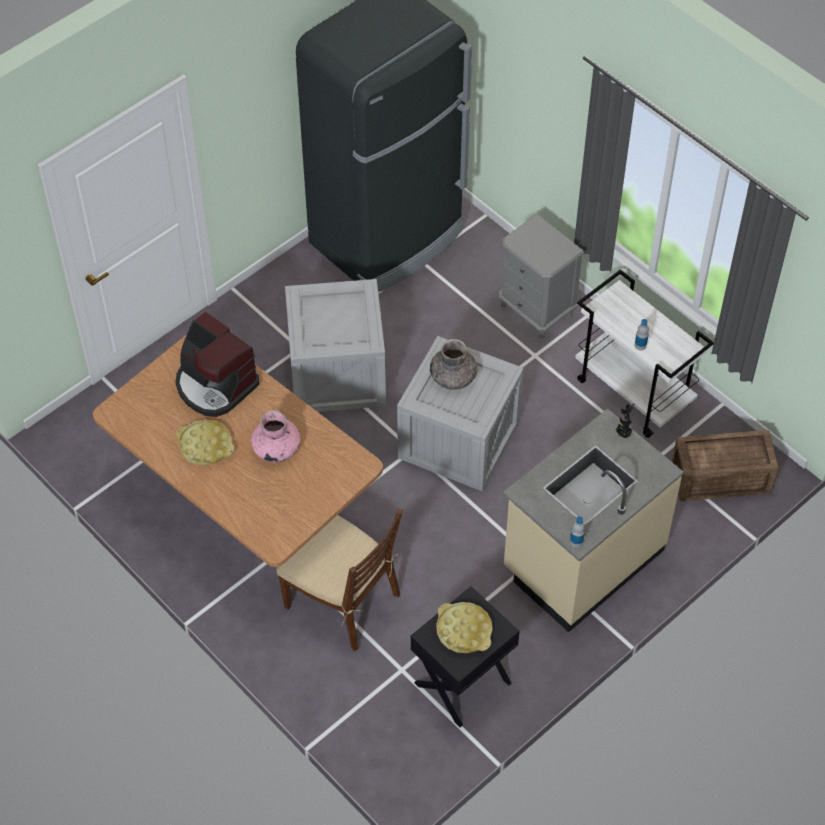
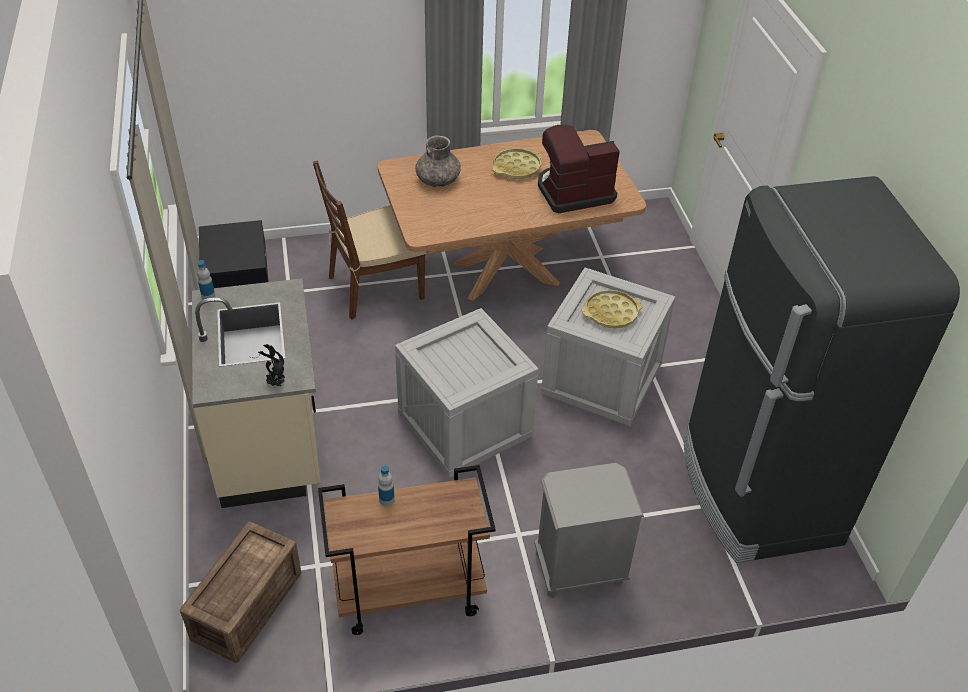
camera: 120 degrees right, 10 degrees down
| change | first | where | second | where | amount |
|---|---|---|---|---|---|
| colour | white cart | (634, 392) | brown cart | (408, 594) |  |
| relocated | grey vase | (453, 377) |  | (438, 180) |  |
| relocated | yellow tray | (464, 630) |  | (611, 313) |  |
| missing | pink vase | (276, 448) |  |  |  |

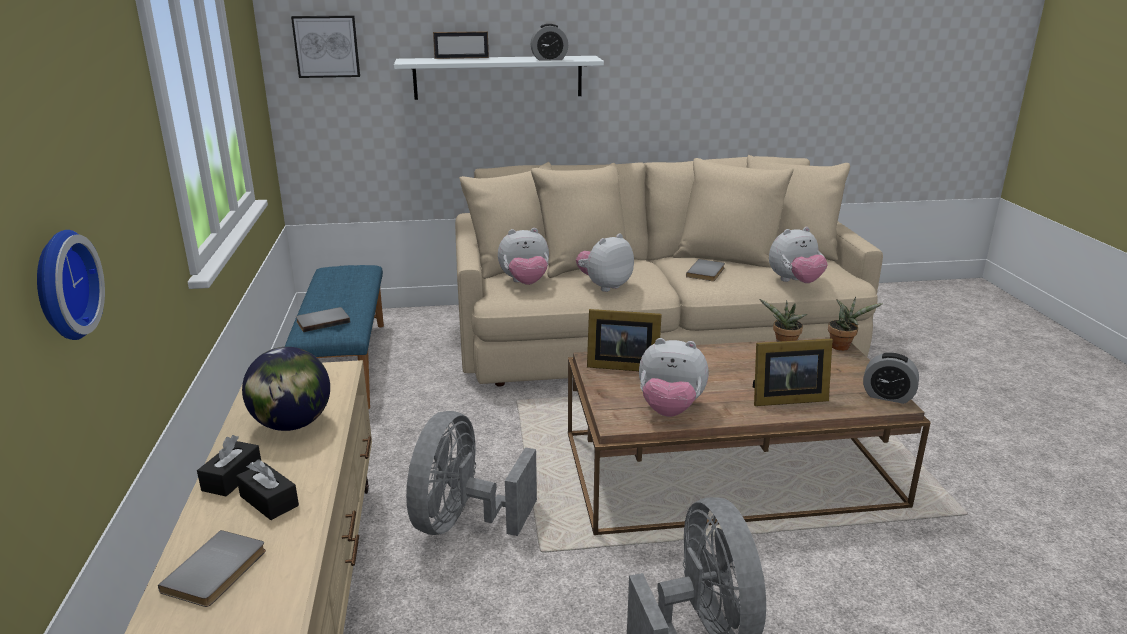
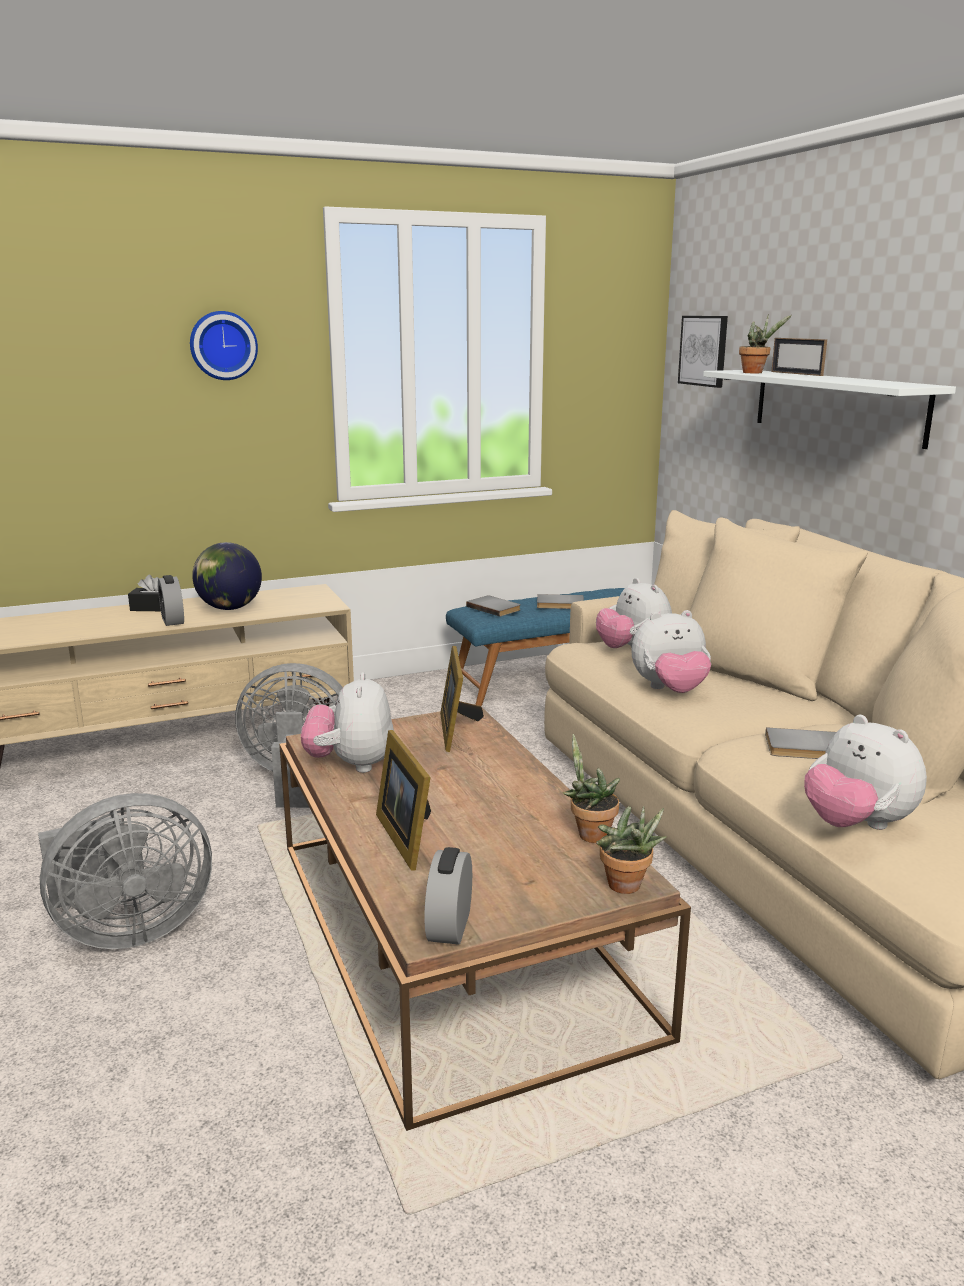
camera: 75 degrees right, 5 degrees down
| change | first | where | second | where | amount |
|---|---|---|---|---|---|
| relocated | alarm clock | (549, 59) |  | (172, 620) |  |
| relocated | wall clock | (60, 285) |  | (223, 345) |  |
| relocated | grey book | (218, 571) |  | (560, 604) |  |
| spun | plush toy | (604, 286) |  | (670, 690) | 135 degrees clockwise |
| appeared |  |  | potted plant | (755, 373) |  |
| missing | black tissue box | (269, 501) |  |  |  |

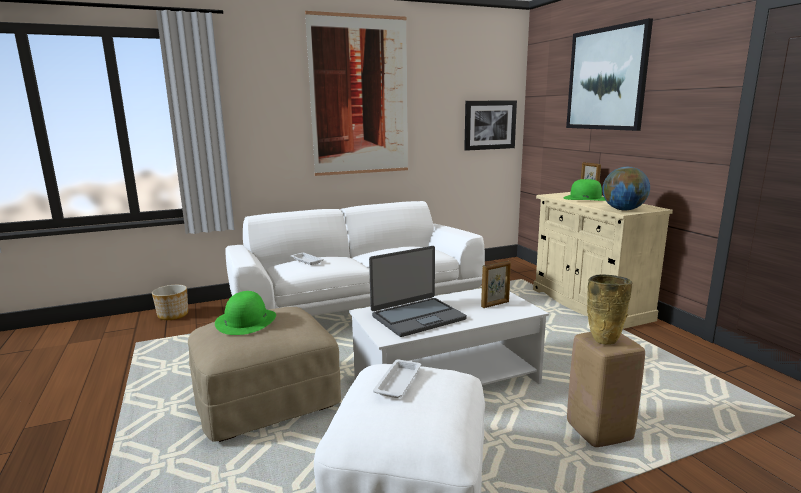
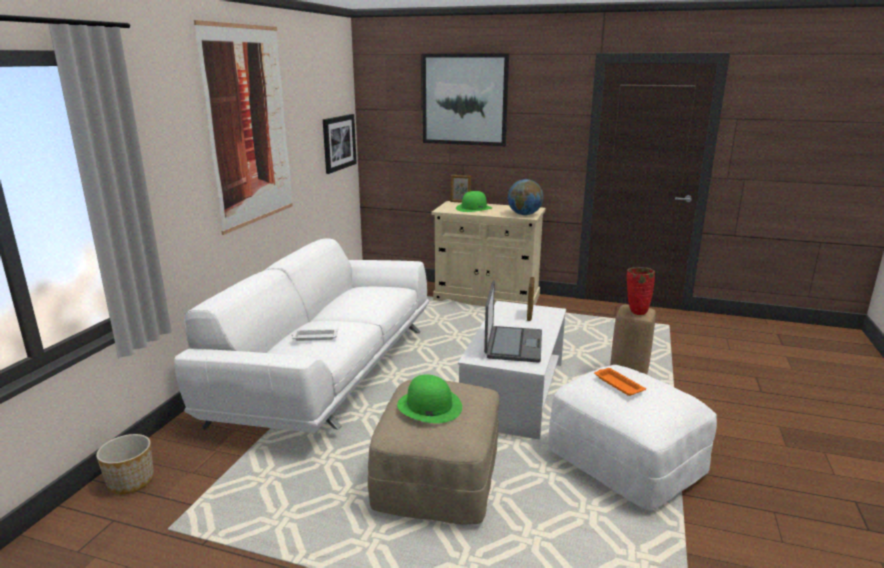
camera: 50 degrees left, 5 degrees up
| change | first | where | second | where | amount |
|---|---|---|---|---|---|
| colour | white tray | (398, 381) | orange tray | (618, 384) |  |
| colour | beige vase | (604, 339) | red vase | (636, 312) |  |

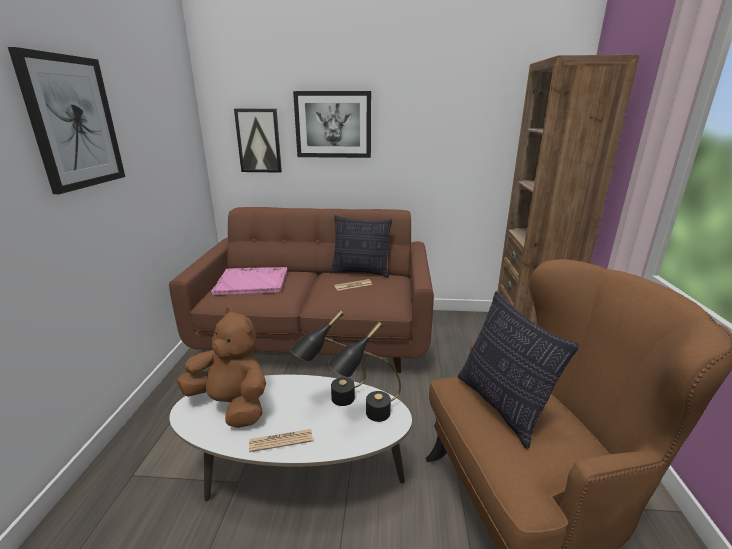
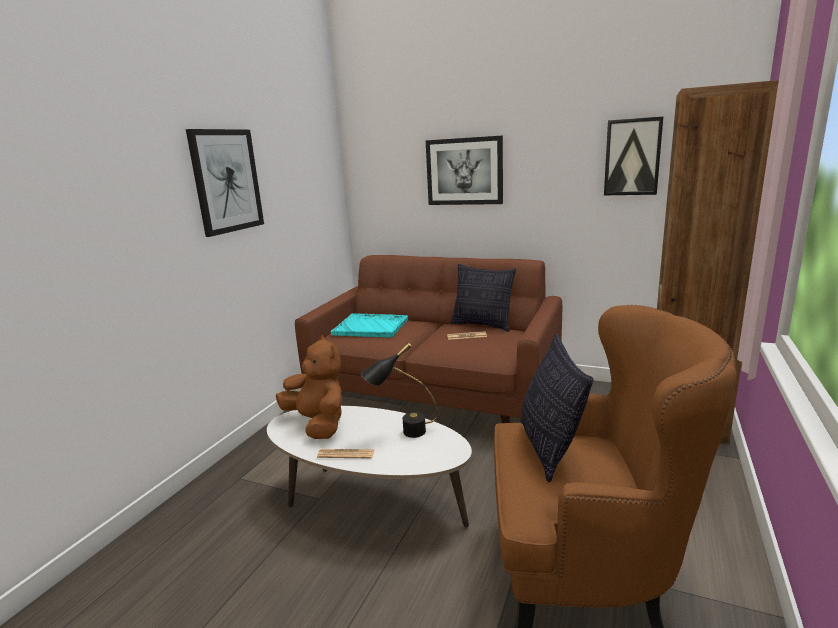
camera: 20 degrees right, 5 degrees down
| change | first | where | second | where | amount |
|---|---|---|---|---|---|
| colour | pink tray | (253, 282) | turquoise tray | (371, 327) |  |
| relocated | picture | (259, 141) |  | (632, 157) |  |
| missing | black table lamp | (367, 417) |  |  |  |

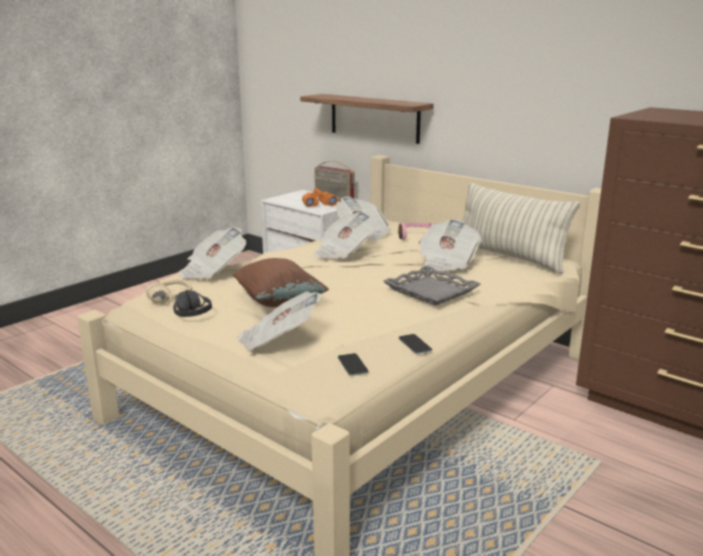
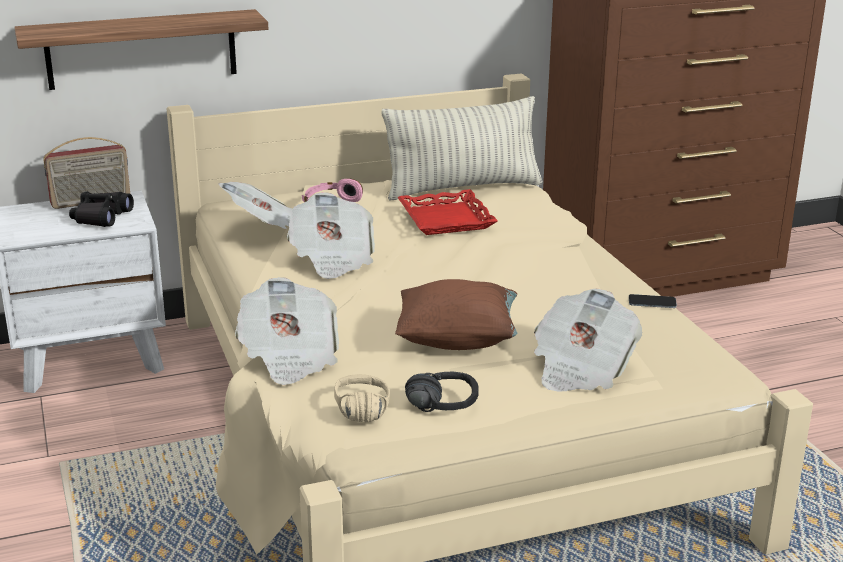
camera: 60 degrees left, 5 degrees up
| change | first | where | second | where | amount |
|---|---|---|---|---|---|
| colour | orange binoculars | (318, 204) | black binoculars | (101, 217) |  |
| exchanged | newspaper | (446, 263) | red tray | (447, 219) |  |
| missing | phone | (352, 365) |  |  |  |
| missing | grey tray | (431, 291) |  |  |  |

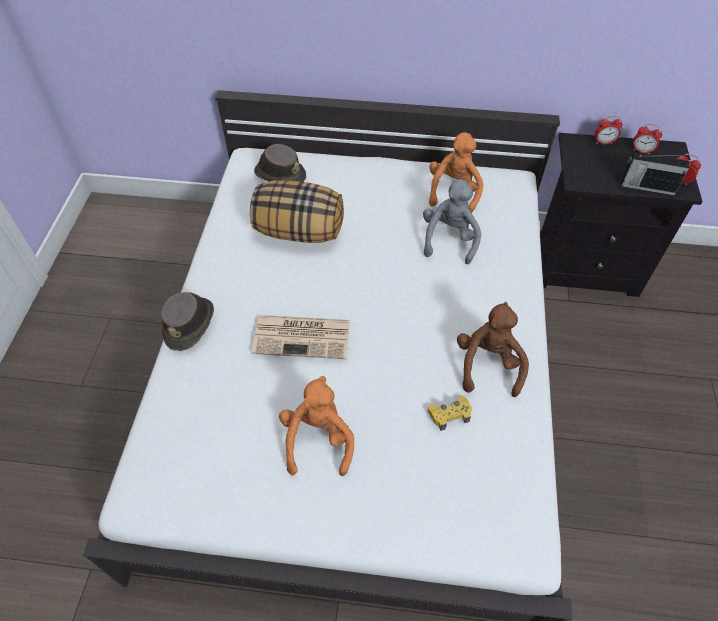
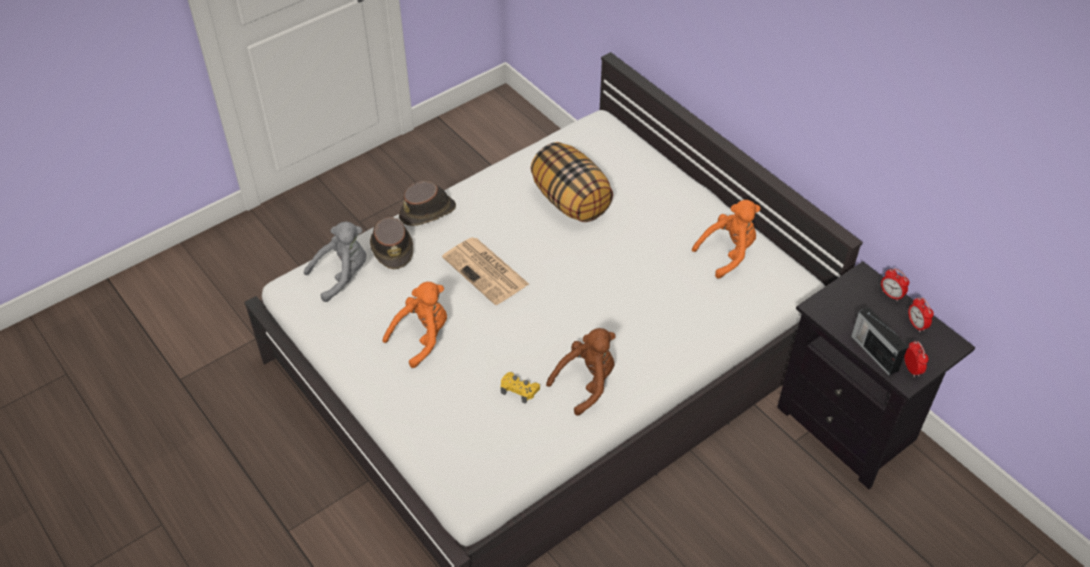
camera: 45 degrees right, 5 degrees down
| change | first | where | second | where | amount |
|---|---|---|---|---|---|
| relocated | grey plush toy | (449, 239) |  | (342, 275) |  |
| relocated | brown hat | (279, 174) |  | (392, 248) |  |

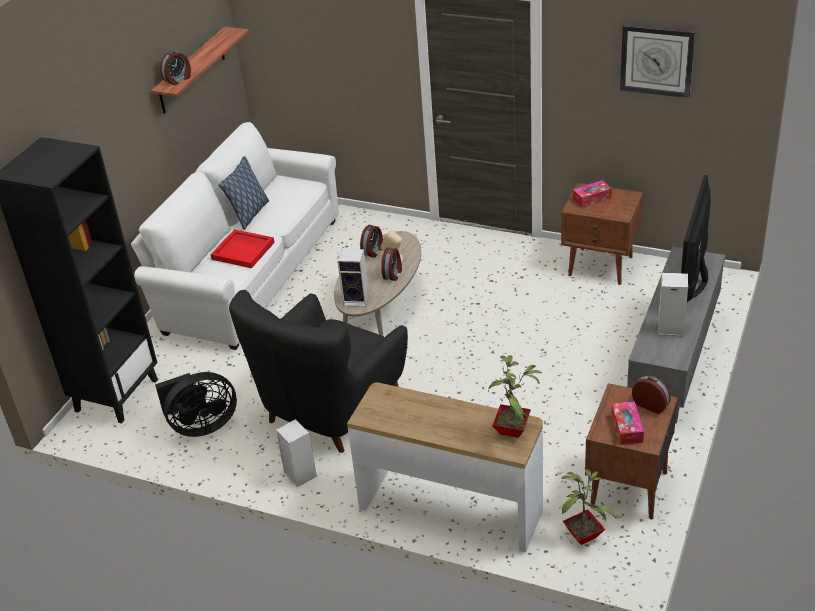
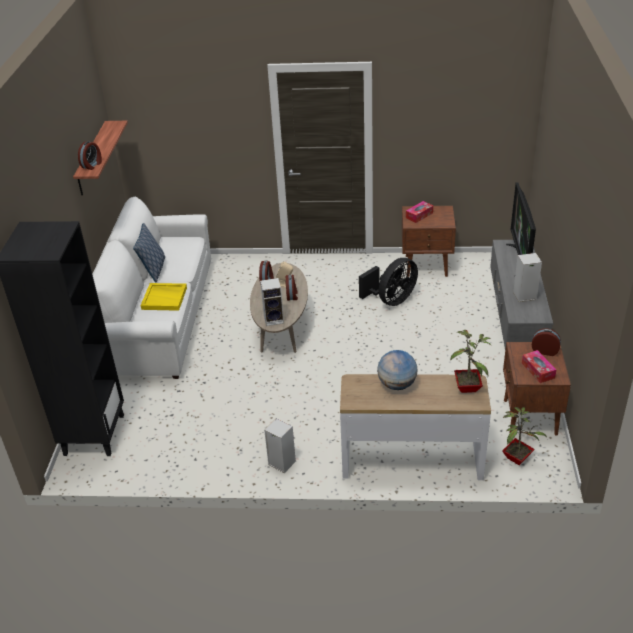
camera: 20 degrees left, 0 degrees up
| change | first | where | second | where | amount |
|---|---|---|---|---|---|
| colour | red tray | (243, 251) | yellow tray | (165, 298) |  |
| relocated | black fan | (201, 426) |  | (391, 300) |  |
| appeared |  |  | globe | (397, 384) |  |
| missing | black armchair | (331, 409) |  |  |  |
| missing | wall clock | (657, 60) |  |  |  |

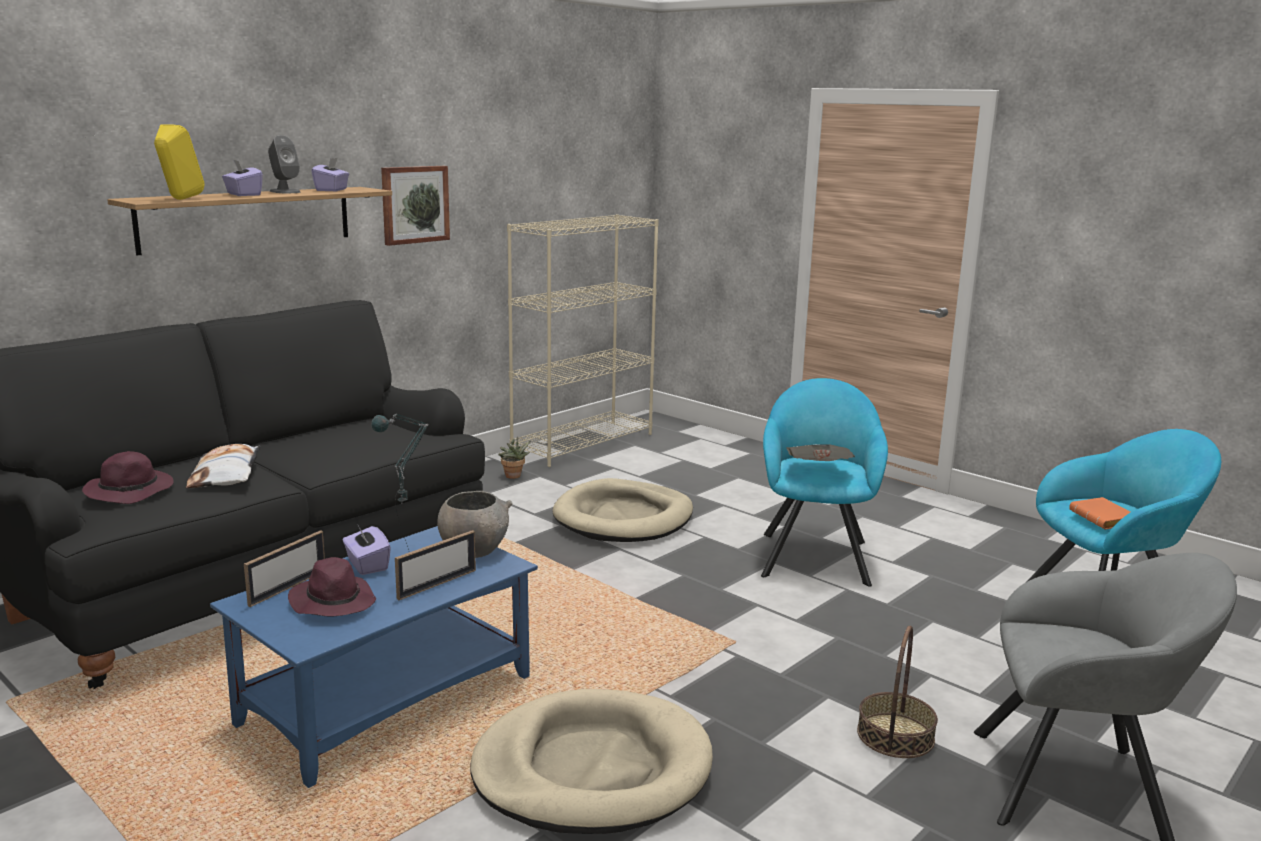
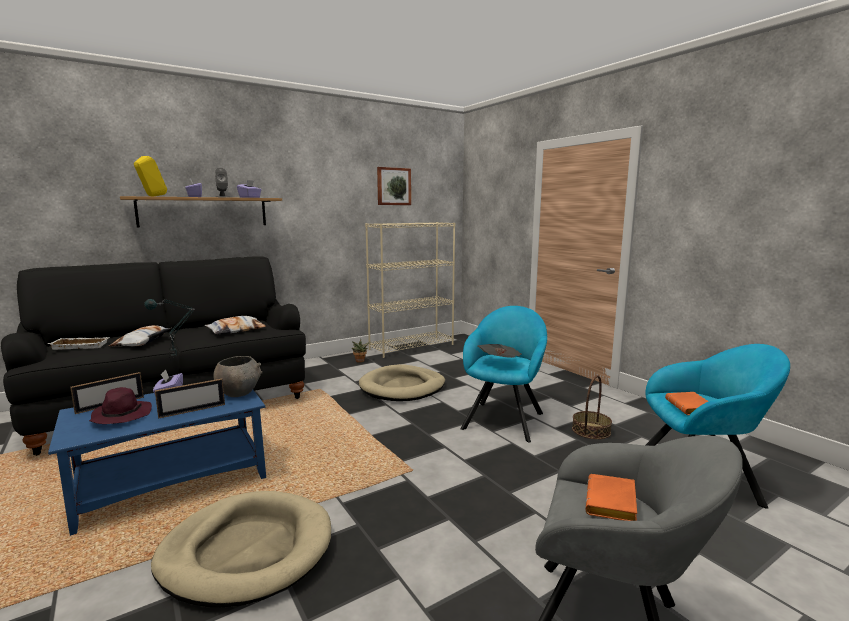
camera: 15 degrees right, 5 degrees down
| change | first | where | second | where | amount |
|---|---|---|---|---|---|
| exchanged | purple hat | (131, 491) | white tray | (82, 346) |  |
| appeared |  |  | pillow | (236, 330) |  |
| relocated | picture | (414, 204) |  | (393, 186) |  |
| relocated | basket | (895, 735) |  | (591, 430) |  |
| appeared |  |  | orange book | (613, 504) |  |

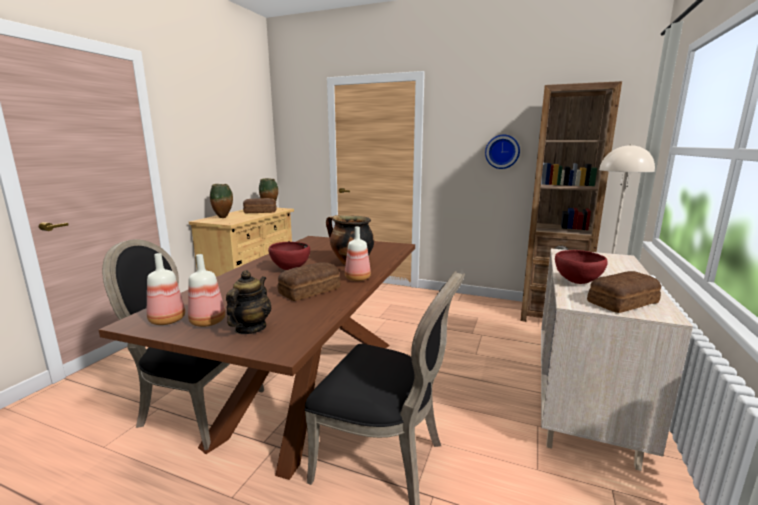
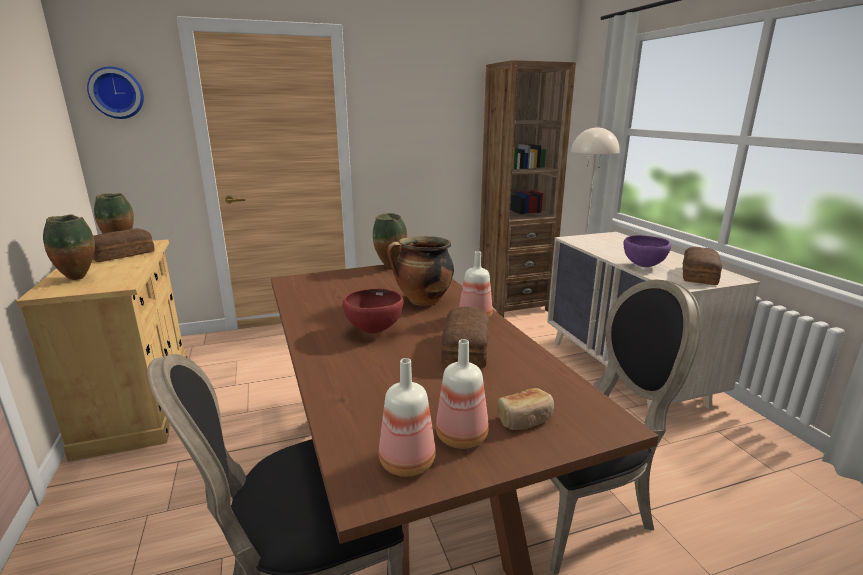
camera: 40 degrees left, 5 degrees up
| change | first | where | second | where | amount |
|---|---|---|---|---|---|
| relocated | wall clock | (502, 151) |  | (117, 93) |  |
| appeared |  |  | vase | (391, 267) |  |
| exchanged | teapot | (250, 328) | bread | (525, 419) |  |
| colour | red bowl | (577, 282) | purple bowl | (643, 266) |  |

